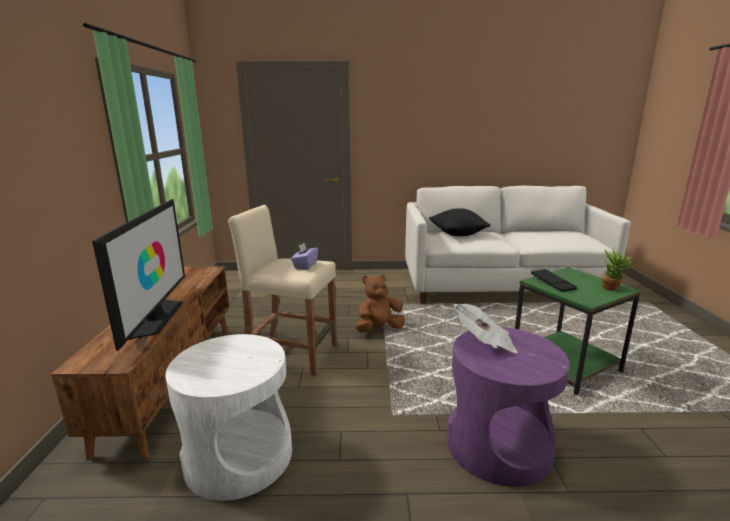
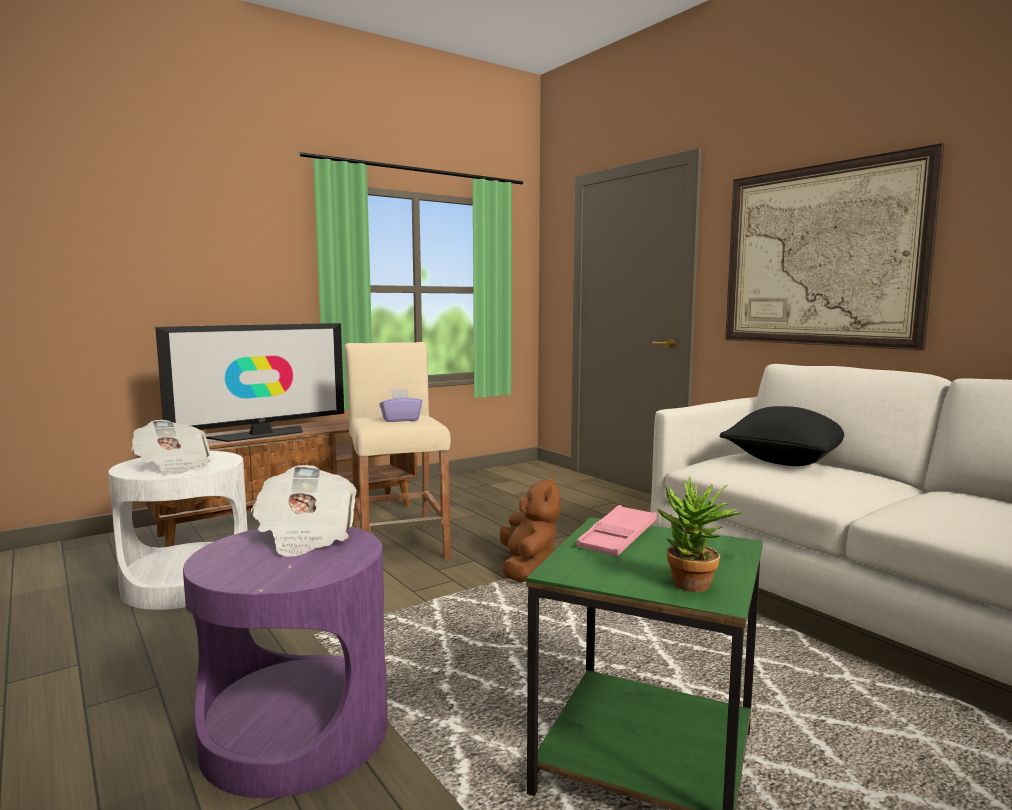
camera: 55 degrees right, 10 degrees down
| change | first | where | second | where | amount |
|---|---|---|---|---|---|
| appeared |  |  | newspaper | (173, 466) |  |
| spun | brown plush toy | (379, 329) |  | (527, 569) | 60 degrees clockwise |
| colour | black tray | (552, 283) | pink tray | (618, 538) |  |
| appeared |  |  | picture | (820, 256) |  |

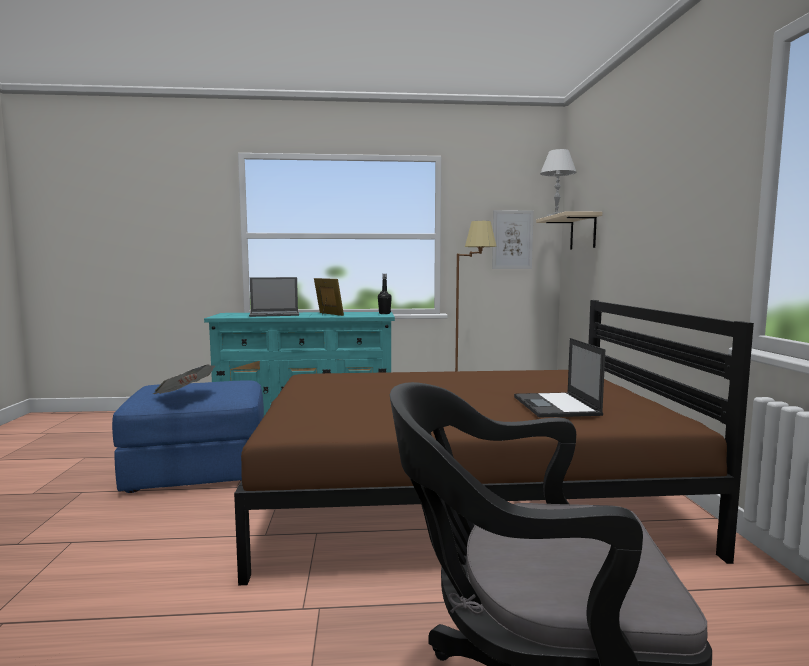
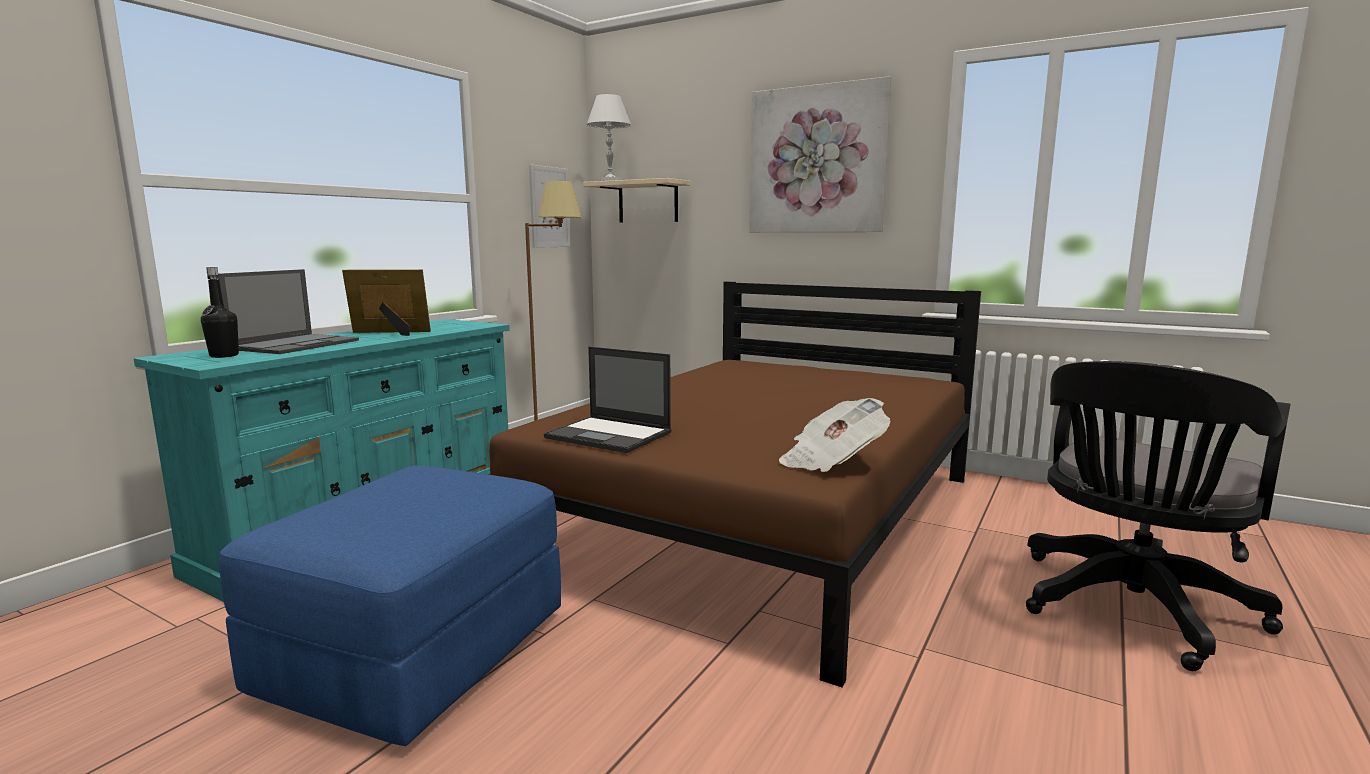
camera: 55 degrees left, 5 degrees up
| change | first | where | second | where | amount |
|---|---|---|---|---|---|
| relocated | black bottle | (384, 313) |  | (224, 355) |  |
| relocated | laptop | (556, 406) |  | (610, 435) |  |
| appeared |  |  | picture | (817, 160) |  |
| relocated | newspaper | (185, 395) |  | (831, 461) |  |

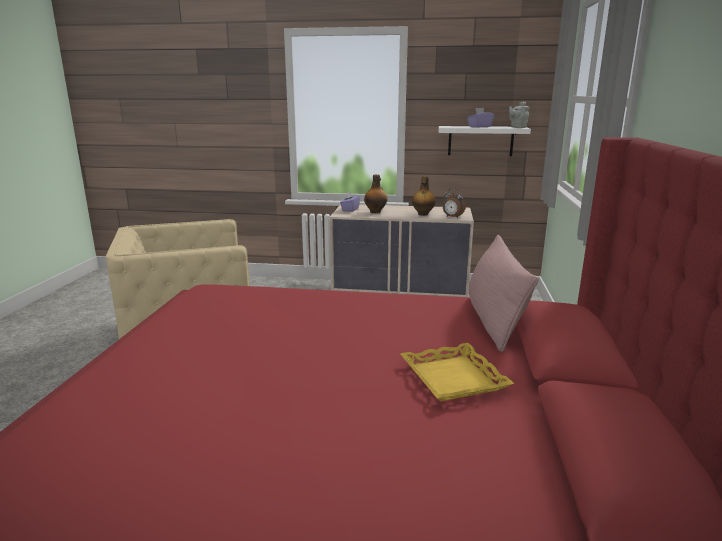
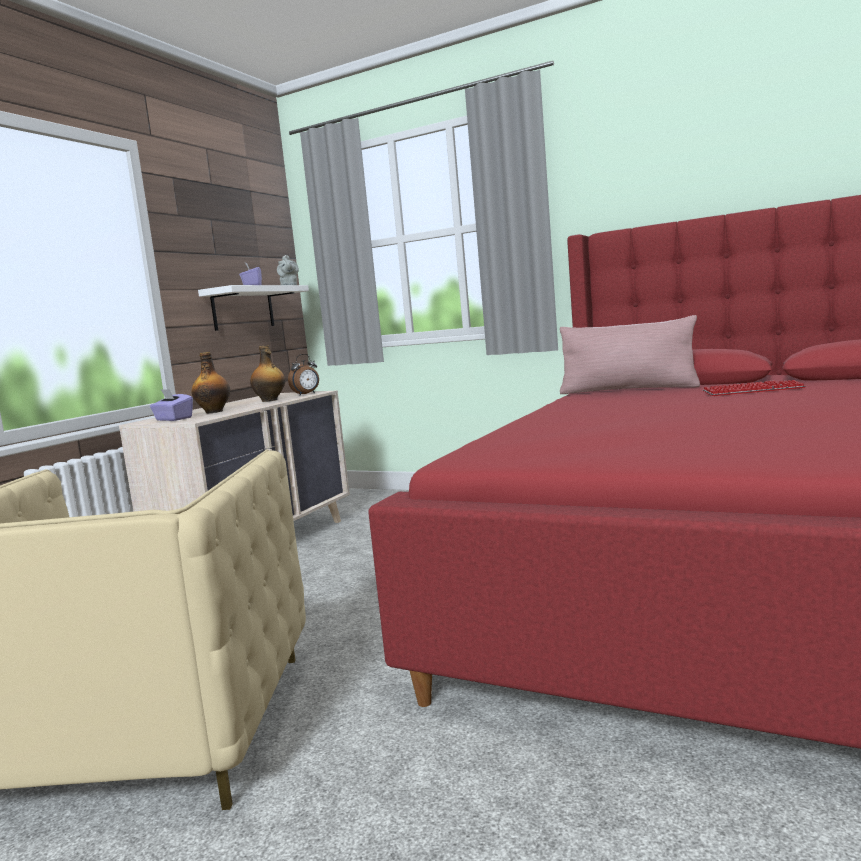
camera: 70 degrees left, 10 degrees down
| change | first | where | second | where | amount |
|---|---|---|---|---|---|
| exchanged | yellow tray | (454, 378) | keyboard | (753, 391) |  |

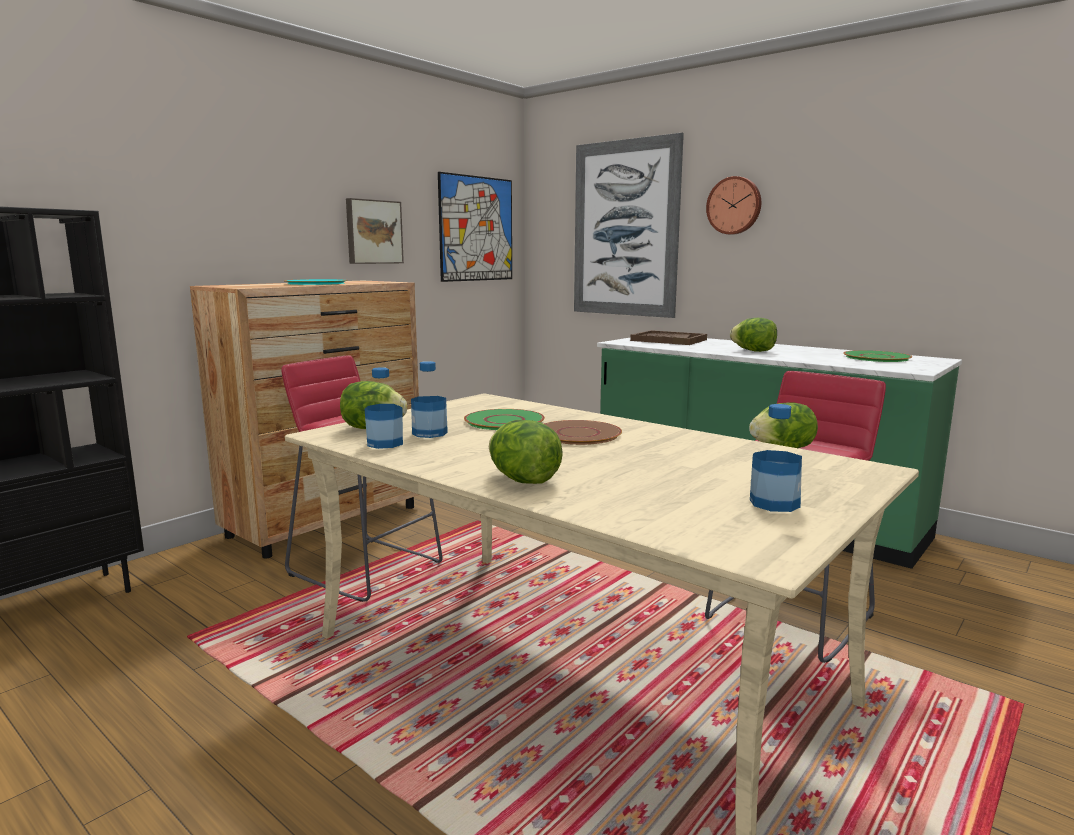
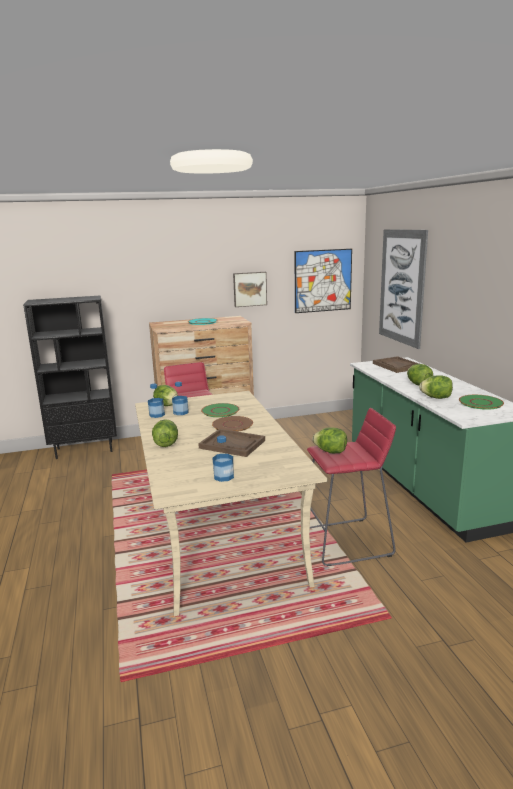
camera: 35 degrees right, 5 degrees up
| change | first | where | second | where | amount |
|---|---|---|---|---|---|
| appeared |  |  | brown tray | (232, 444) |  |
| appeared |  |  | lettuce | (436, 398) |  |
| missing | wall clock | (734, 205) |  |  |  |

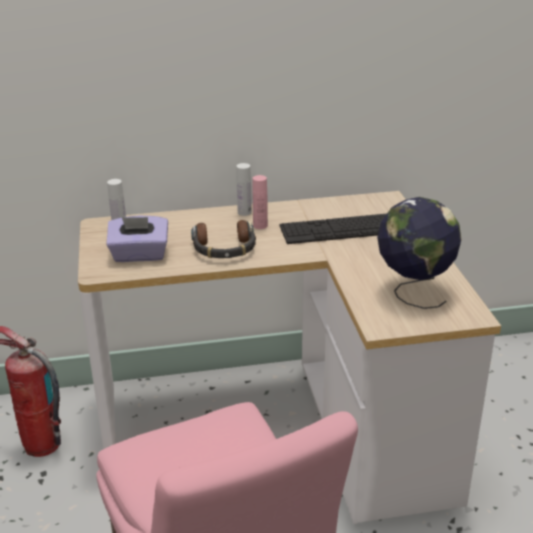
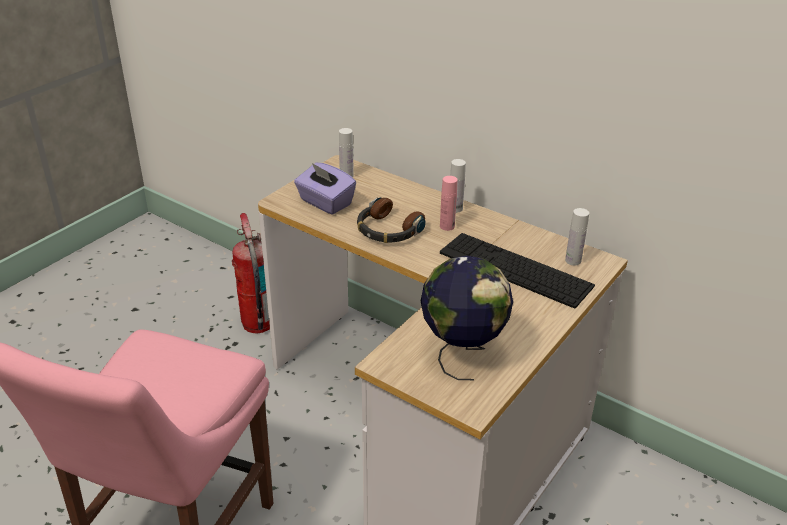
camera: 45 degrees right, 5 degrees up
| change | first | where | second | where | amount |
|---|---|---|---|---|---|
| appeared |  |  | white bottle | (573, 260) |  |

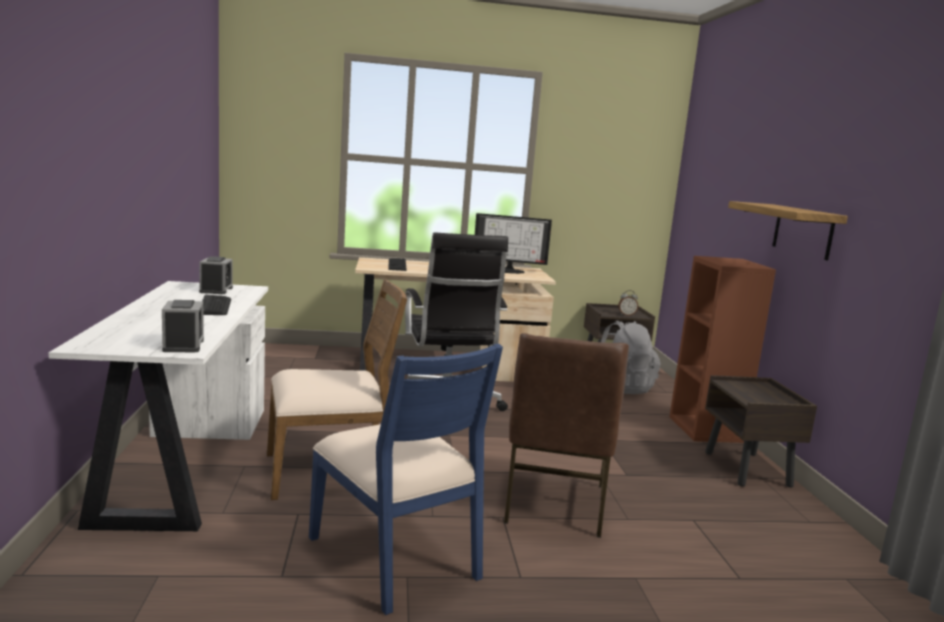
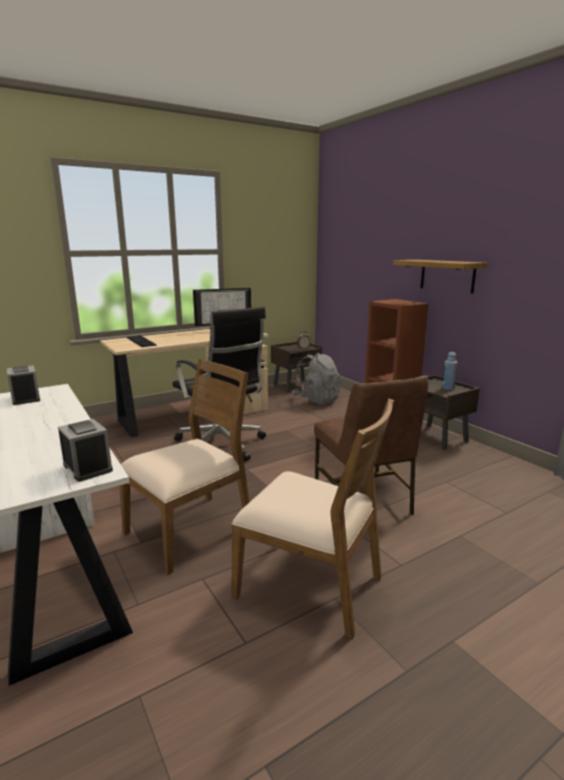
camera: 25 degrees left, 5 degrees up
| change | first | where | second | where | amount |
|---|---|---|---|---|---|
| colour | blue chair | (396, 557) | brown chair | (310, 585) |  |
| appeared |  |  | blue bottle | (448, 388) |  |
| missing | keyboard | (215, 306) |  |  |  |

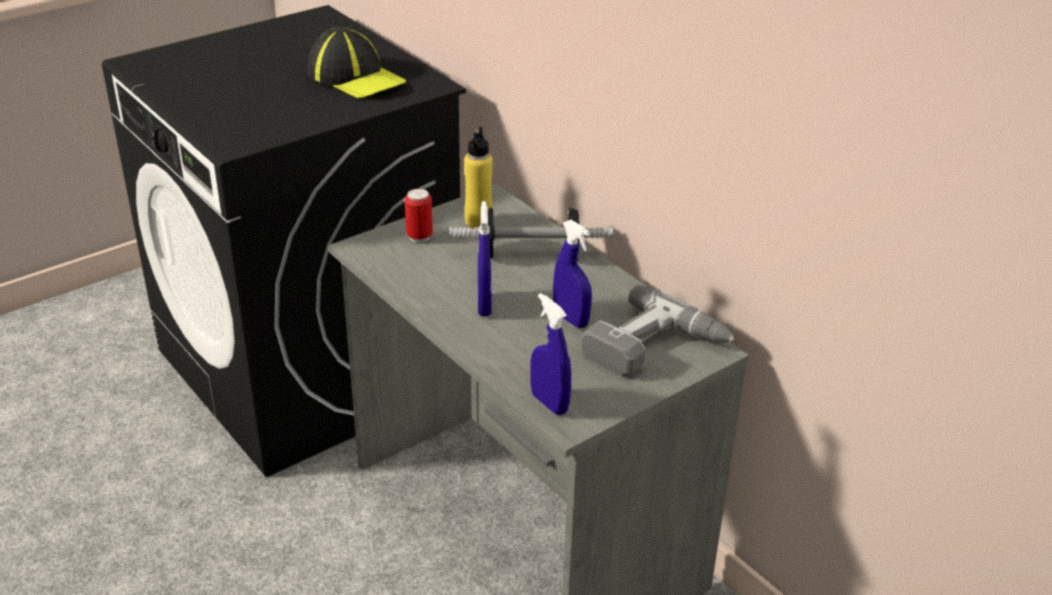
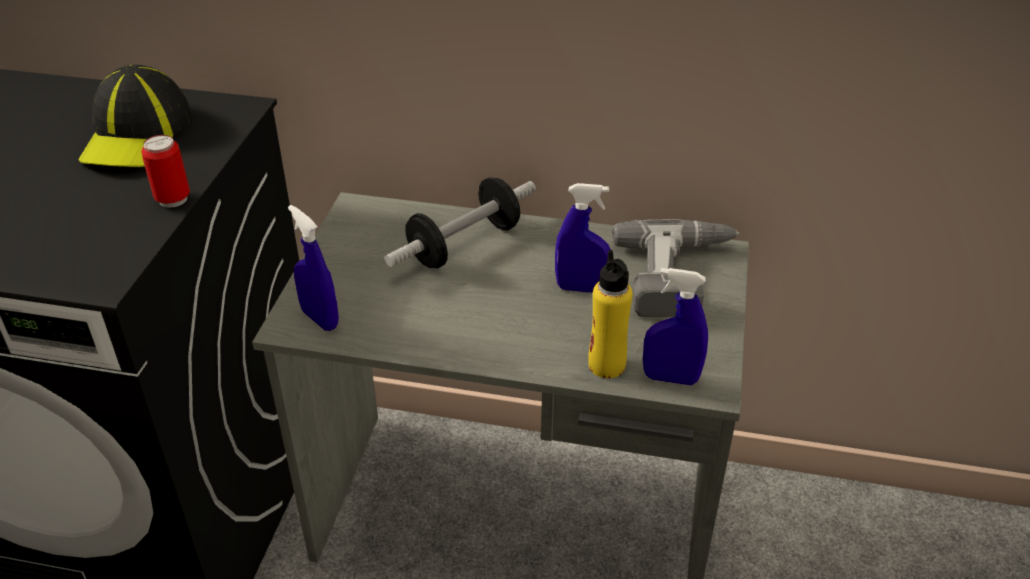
camera: 40 degrees left, 5 degrees up
| change | first | where | second | where | amount |
|---|---|---|---|---|---|
| spun | cap | (356, 77) |  | (137, 134) | 90 degrees clockwise |
| relocated | can | (419, 237) |  | (173, 199) |  |
| relocated | blue spray bottle | (484, 305) |  | (320, 319) |  |
| relocated | yellow bottle | (478, 222) |  | (606, 365) |  |

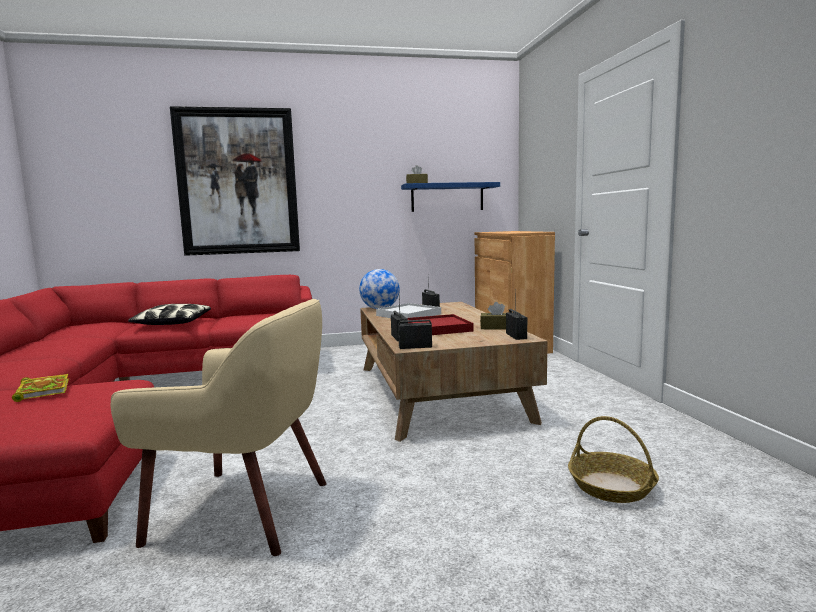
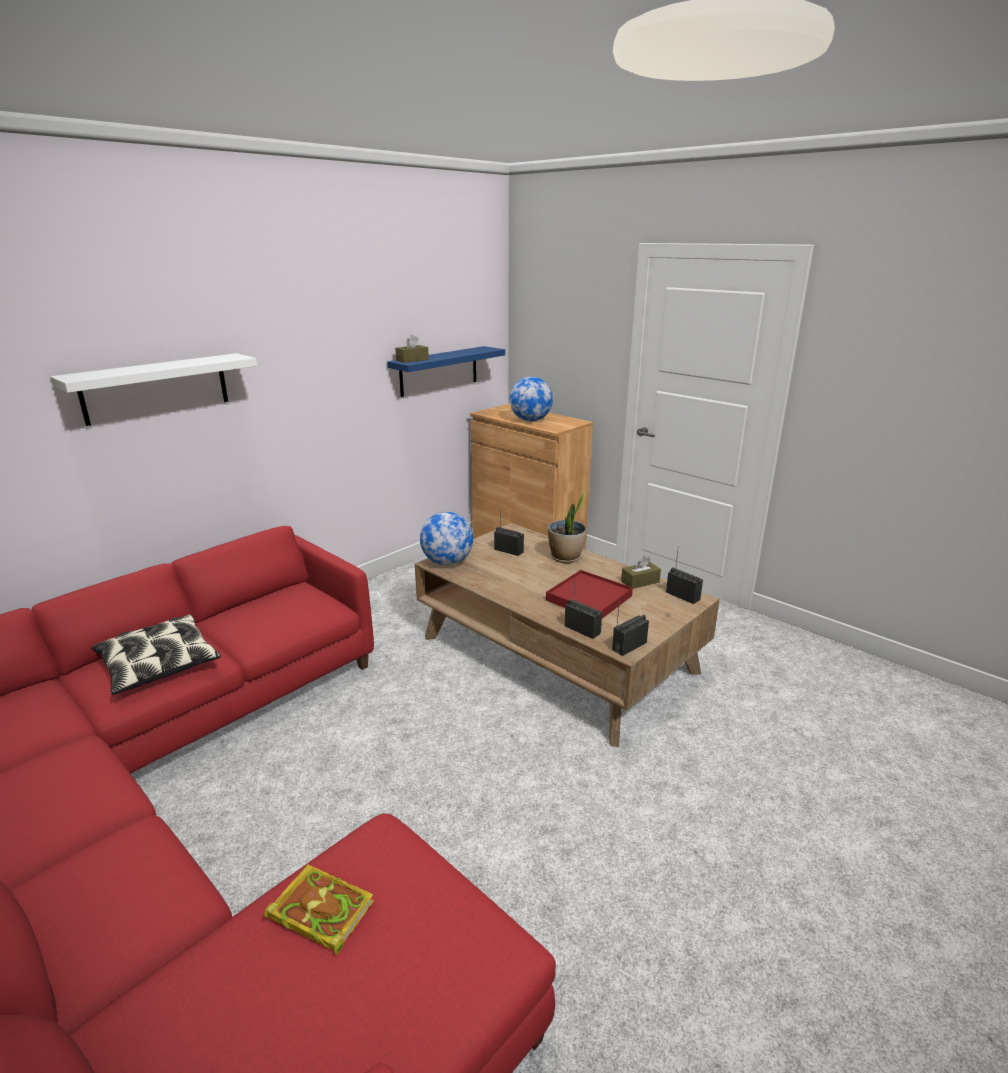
camera: 35 degrees left, 15 degrees up
| change | first | where | second | where | amount |
|---|---|---|---|---|---|
| exchanged | picture | (238, 182) | white shelf | (156, 388) |  |
| appeared |  |  | globe | (530, 420) |  |
| appeared |  |  | potted plant | (566, 557) |  |
| missing | beige armchair | (244, 510) |  |  |  |
| missing | white tray | (408, 315) |  |  |  |
| missing | basket | (612, 486) |  |  |  |

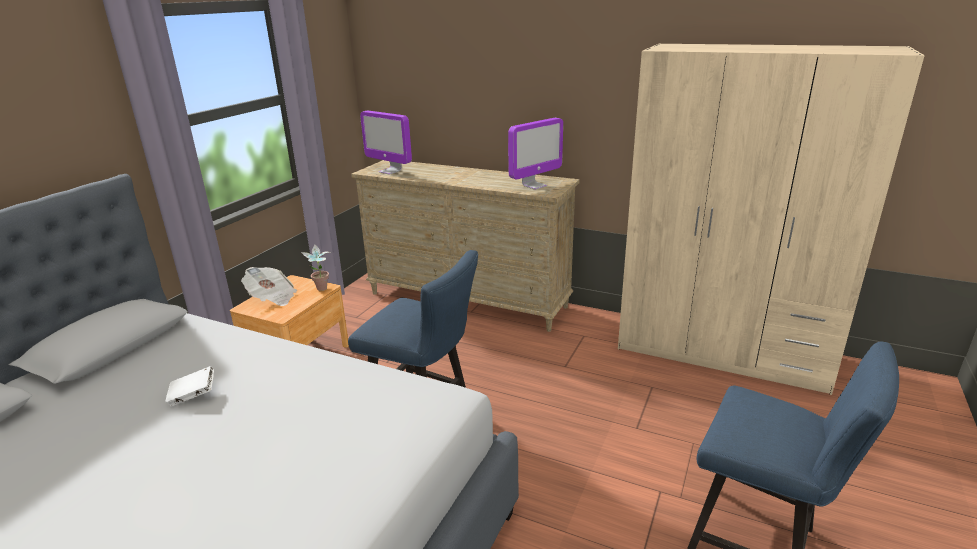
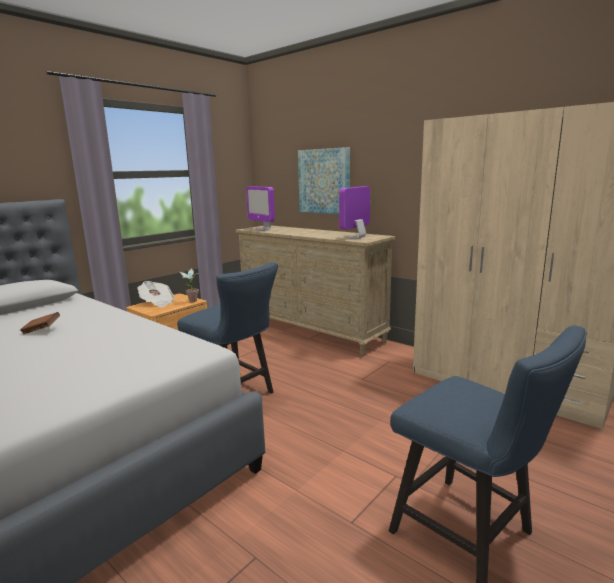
camera: 15 degrees right, 10 degrees down
| change | first | where | second | where | amount |
|---|---|---|---|---|---|
| colour | white book | (193, 395) | brown book | (42, 331) |  |
| appeared |  |  | picture | (324, 181) |  |
| spun | monitor | (534, 186) |  | (356, 237) | 150 degrees clockwise |

